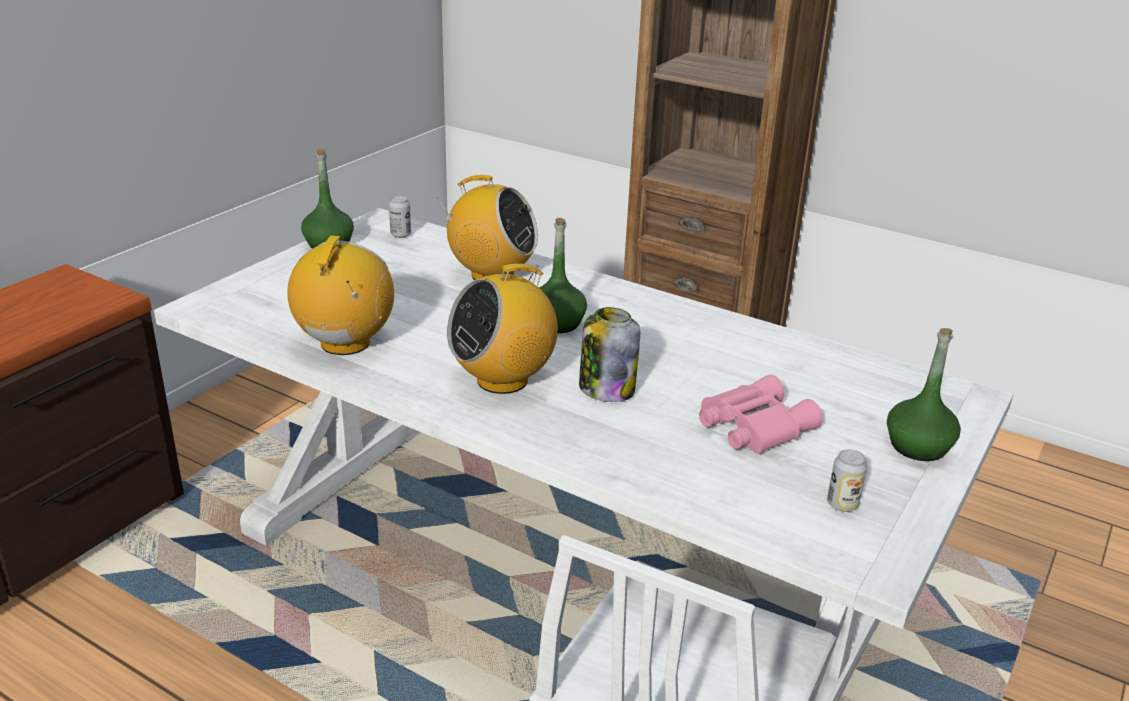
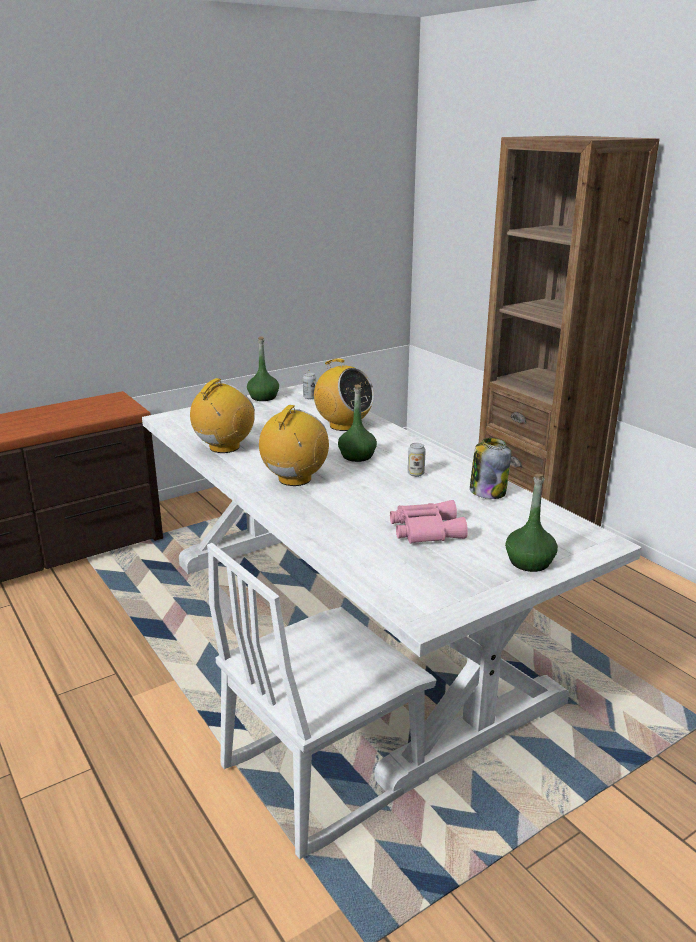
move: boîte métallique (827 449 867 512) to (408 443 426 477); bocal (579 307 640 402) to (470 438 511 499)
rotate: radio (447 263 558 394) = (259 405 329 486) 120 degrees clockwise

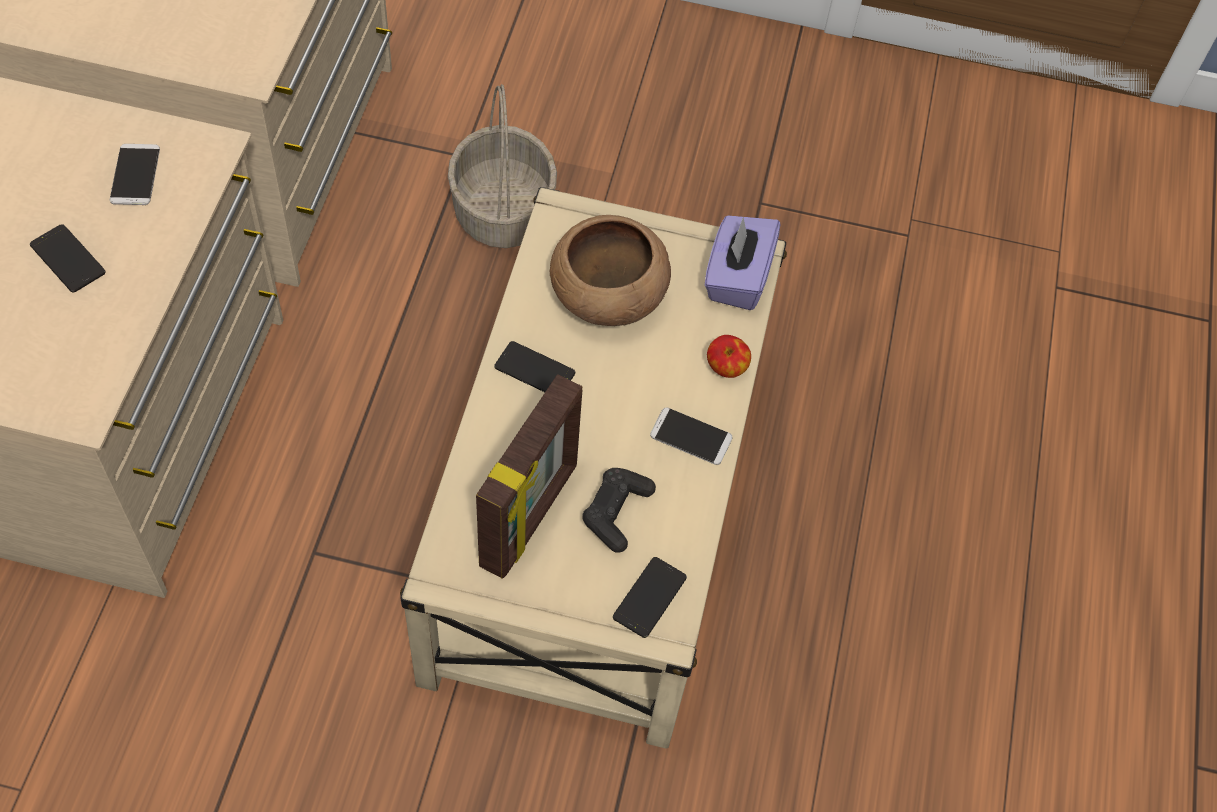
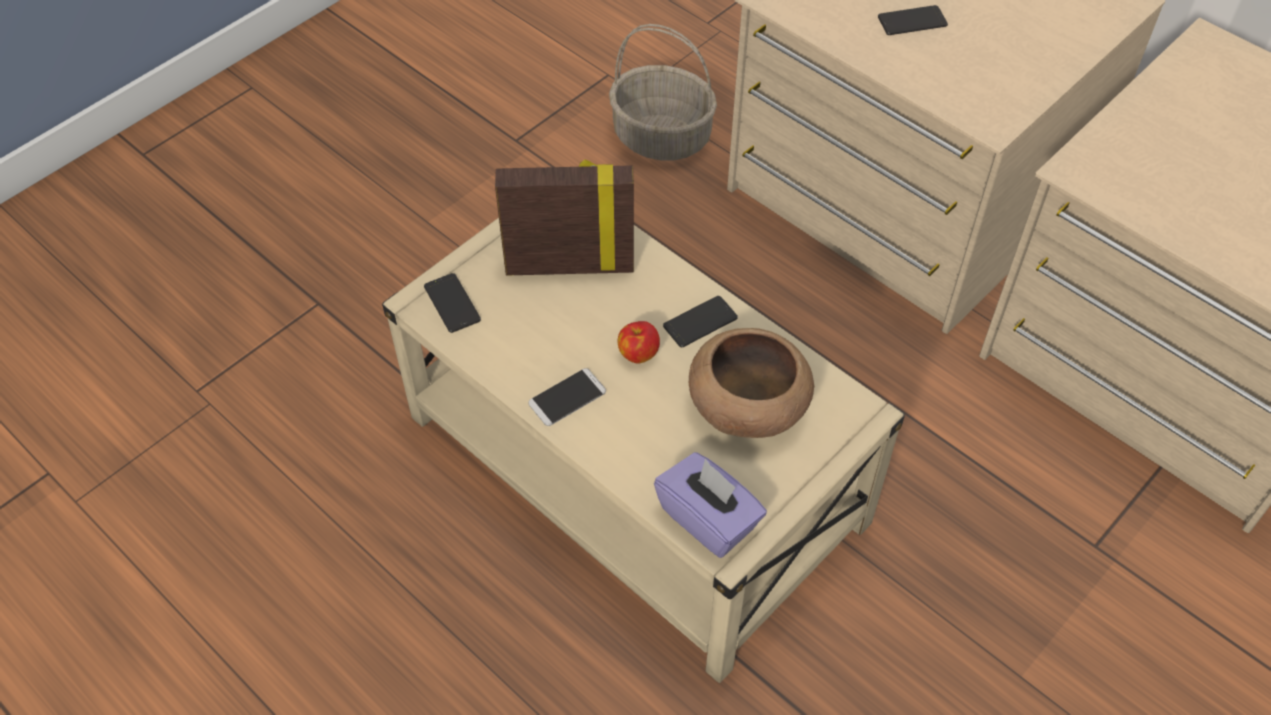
delete: téléphone (110 144 160 205); manette (noir) (582 468 656 553)
move: panier (448 84 557 248) to (609 24 717 160); pomme (707 335 751 378) to (618 321 660 363)
rotate: cadre photo (476 374 582 579) = (495 160 634 275) 120 degrees clockwise

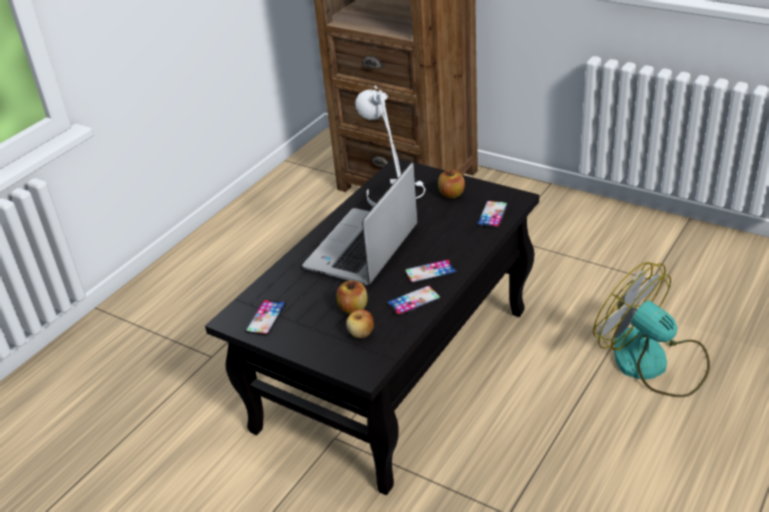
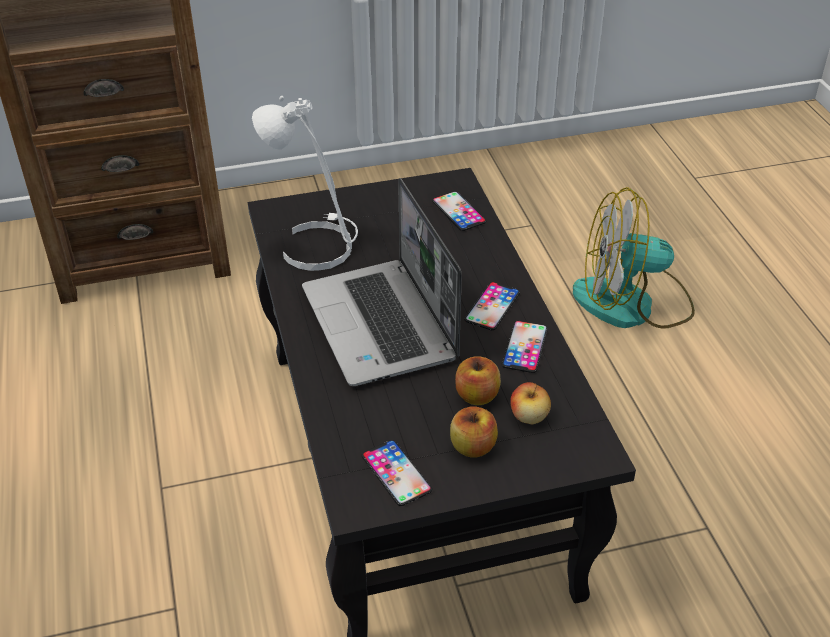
move: pomme (438 170 465 198) to (450 407 498 458)

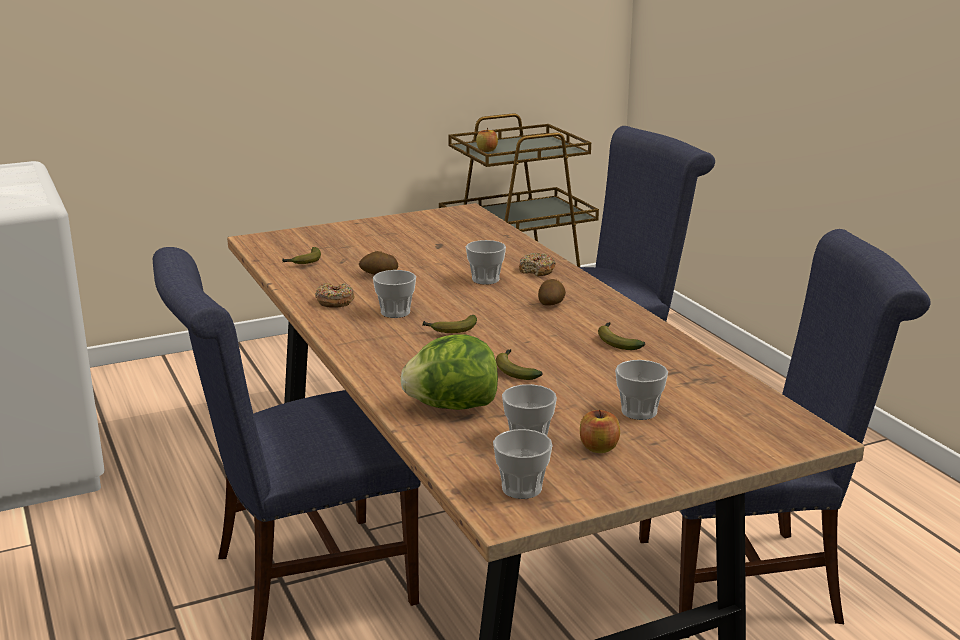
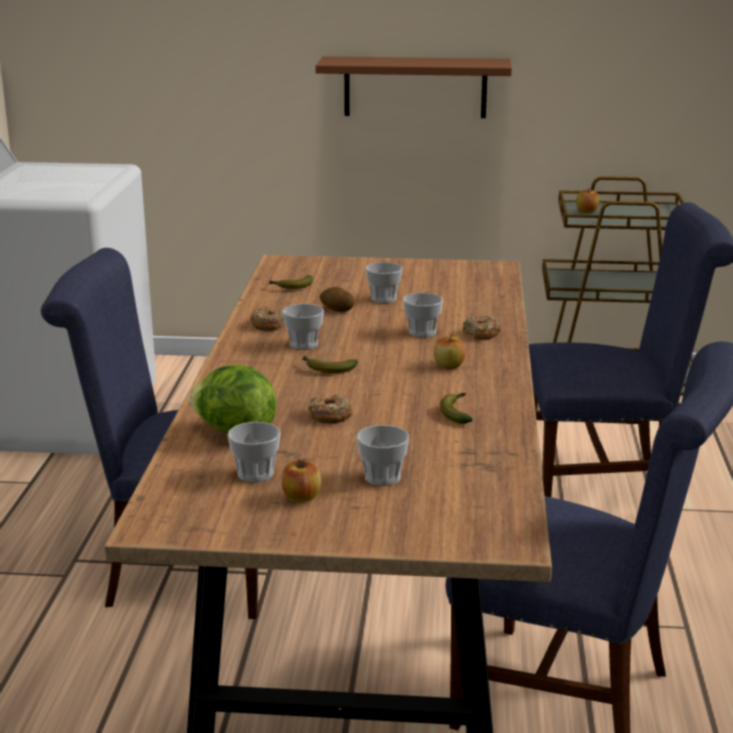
insert: étagère (marron) (315 56 512 118)
move: tasse (493 429 553 499) to (365 262 403 303)
replace: banane (496 349 543 380) to beignet (308 393 352 423); pomme de terre (538 279 566 306) to pomme (434 334 465 369)

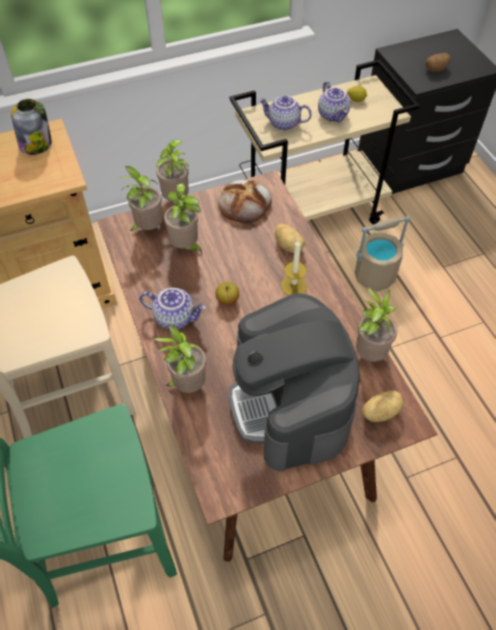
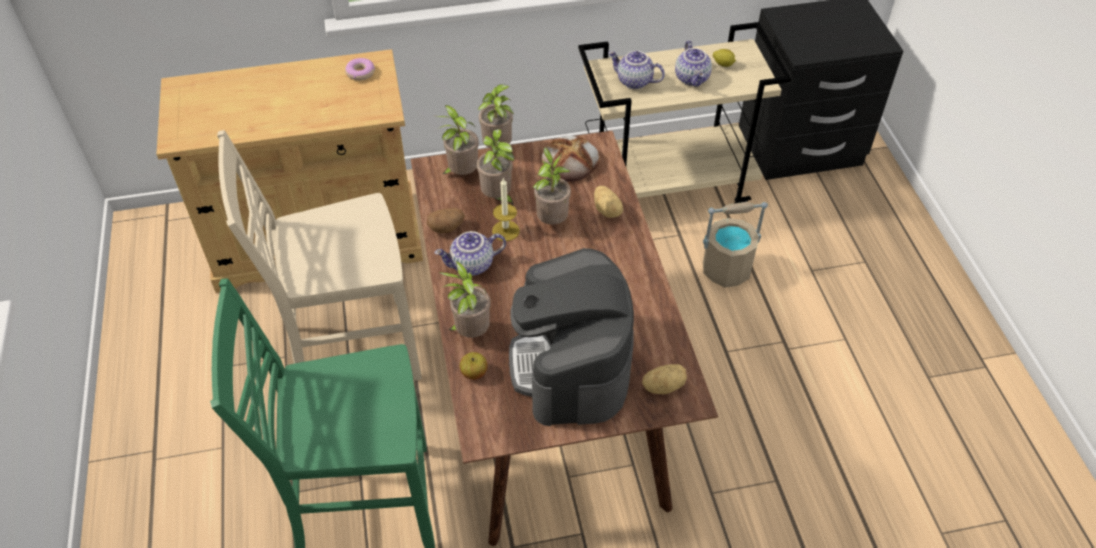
move: pomme de terre (426 53 451 72) to (427 208 465 233); pomme (215 282 239 305) to (460 352 487 380); bougie (281 240 307 296) to (492 178 520 241); plante en pot (356 287 397 362) to (533 147 571 225)
replace: bocal (11 99 52 155) to beignet (345 58 375 81)
rotate: théière (140 288 206 329) = (434 231 506 276) 135 degrees clockwise

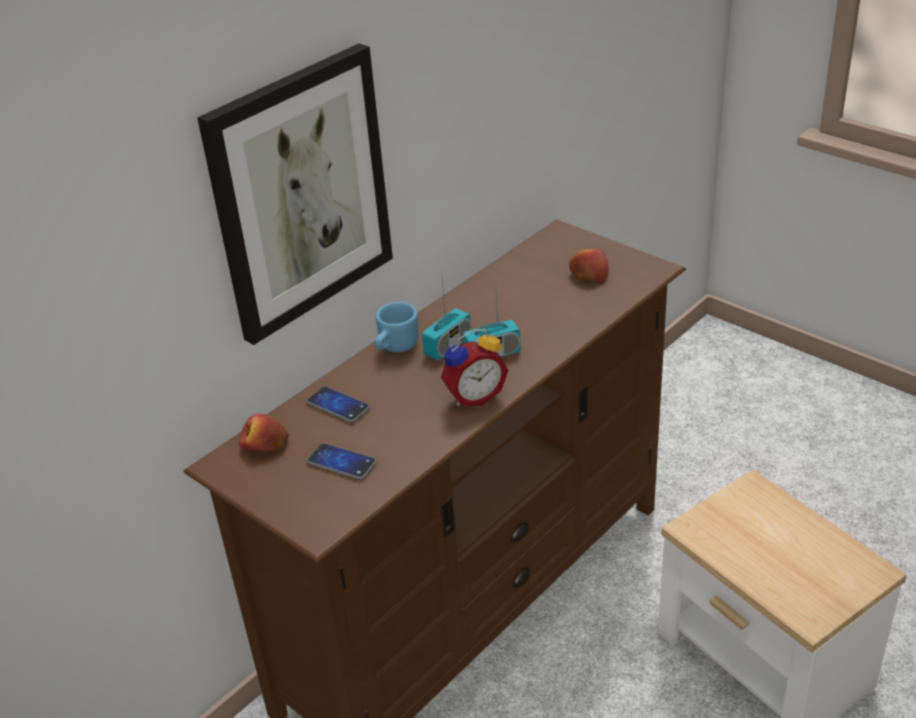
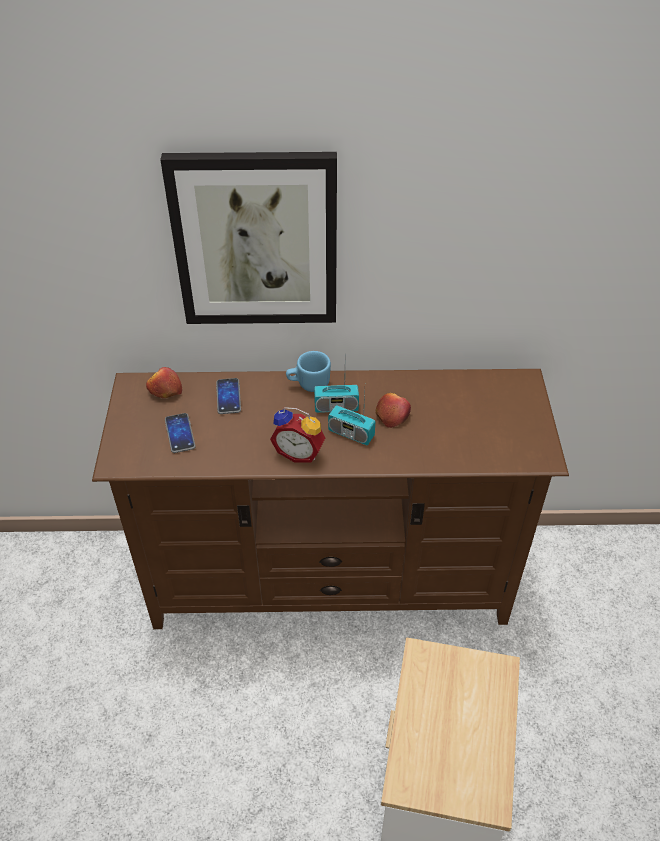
move: pomme (569 249 609 285) to (376 393 411 428)

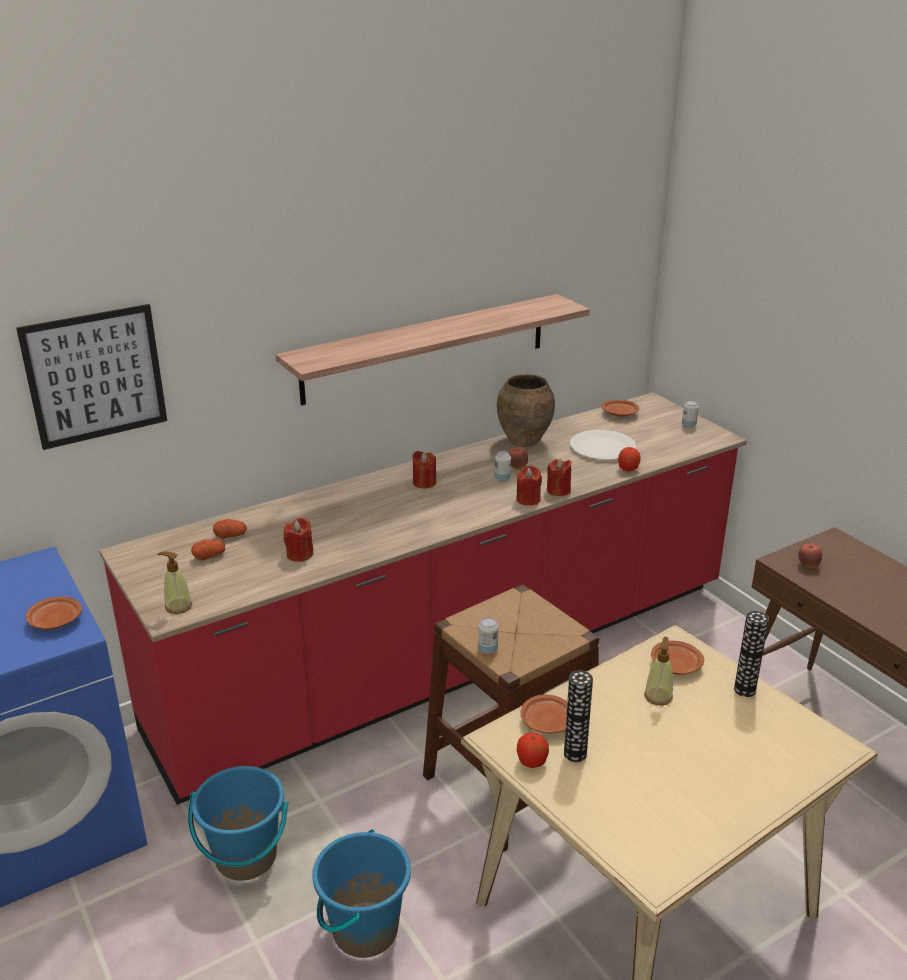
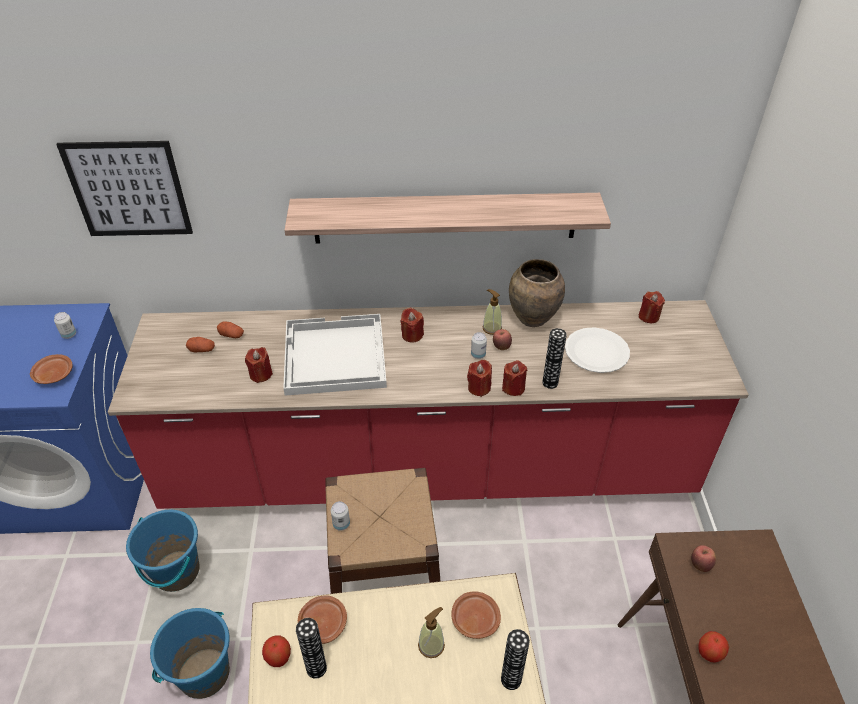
insert: plateau (blanc) (283 314 387 396); vase (542 328 567 389)
move: boîte métallique (682 400 699 428) to (54 312 76 339); distributeur de savon (158 551 192 614) to (483 289 502 335); pomme (618 447 641 471) to (698 631 729 663)
replace: assiette (marron) (602 400 639 417) to bougie (rouge) (639 291 665 323)

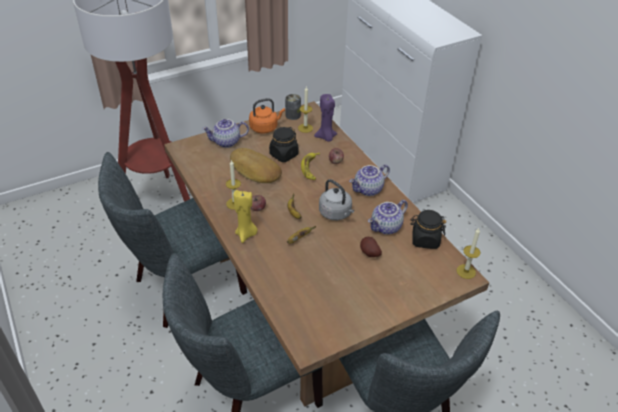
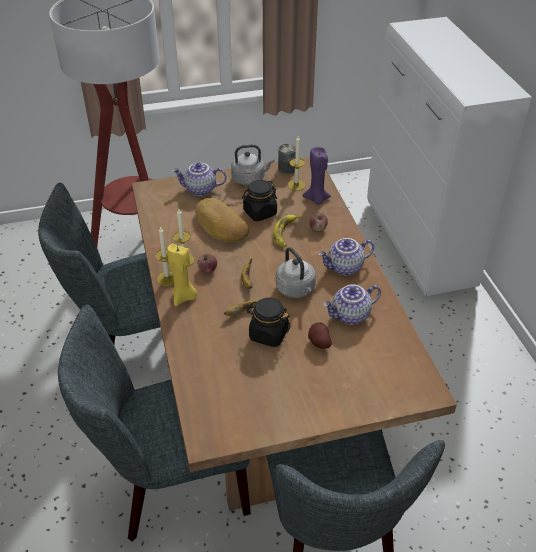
move: bougie (456 228 481 279) to (155 226 174 286); bocal (noir) (411 210 446 249) to (247 298 291 347)
recolor: bouilloire (orange) (249 98 285 134) to bouilloire (gris) (231 144 274 185)

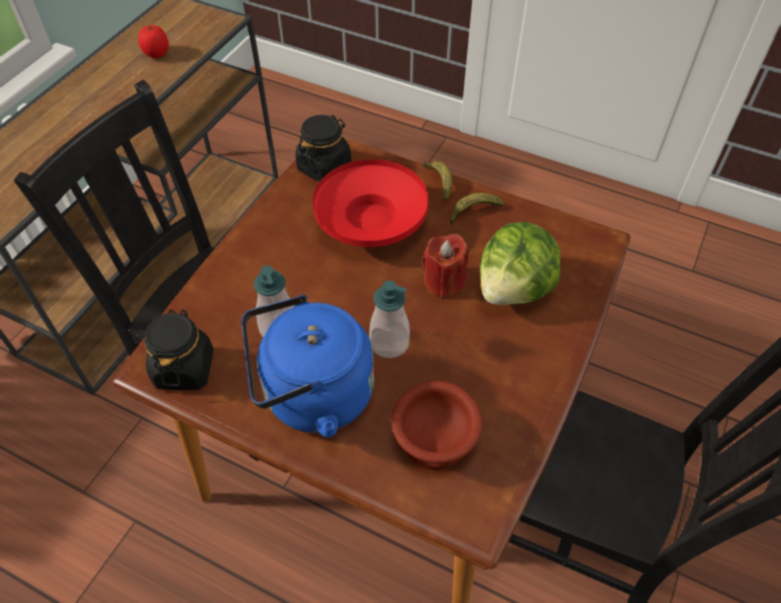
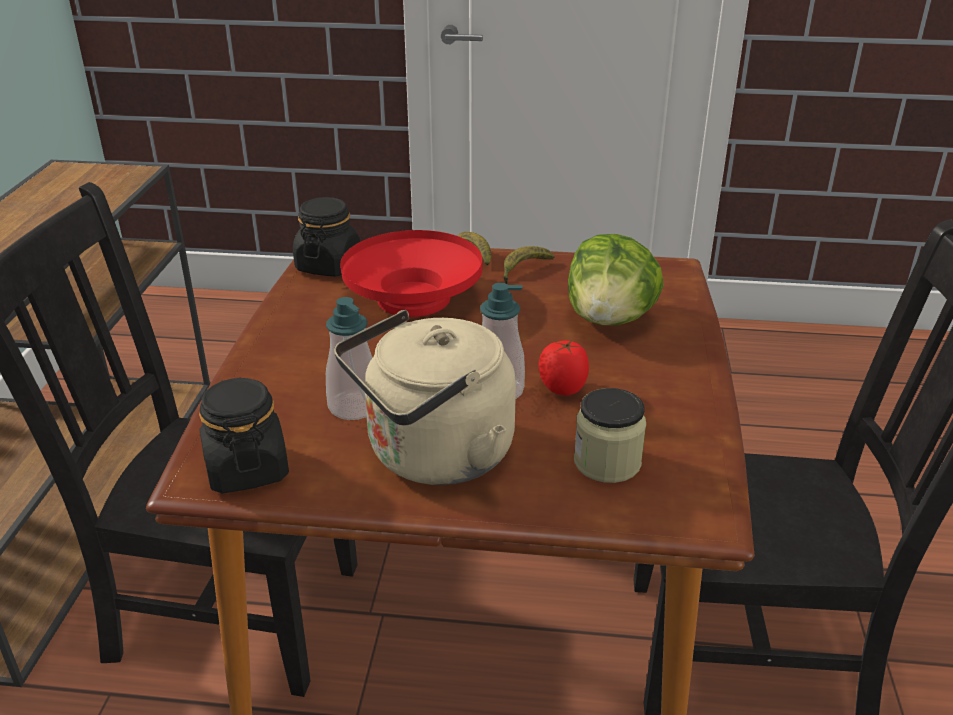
delete: bougie (rouge) (422 234 468 298)
move: tomate (138 25 169 58) to (539 340 589 396)
replace: bol (marron) (391 381 483 470) to bocal (574 388 646 483)
recolor: bouilloire (bleu) (242 295 374 437) to bouilloire (beige) (334 310 516 485)

